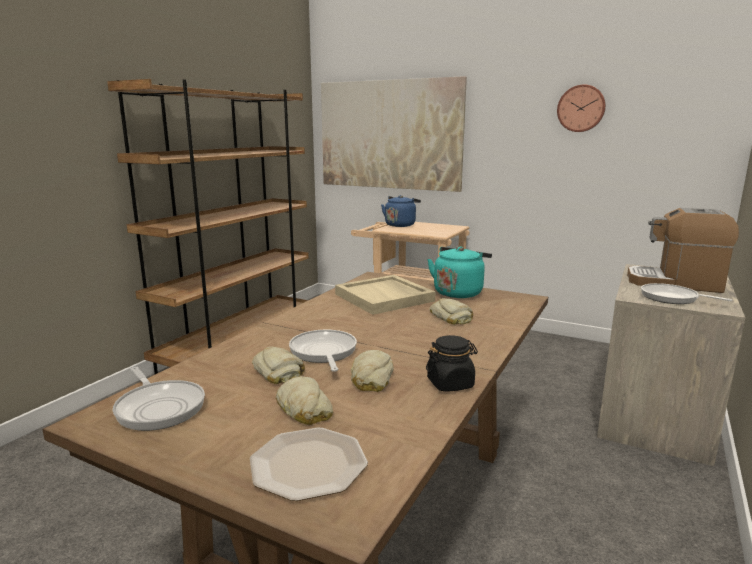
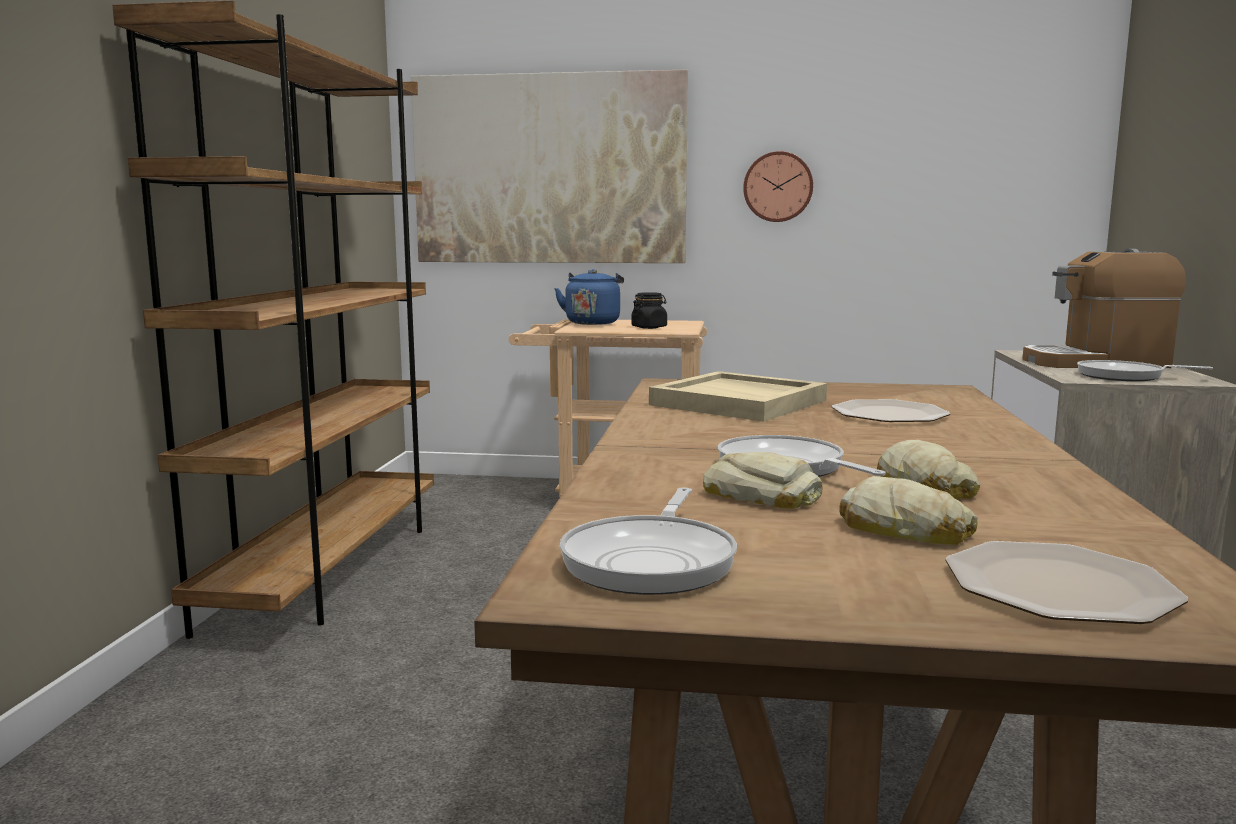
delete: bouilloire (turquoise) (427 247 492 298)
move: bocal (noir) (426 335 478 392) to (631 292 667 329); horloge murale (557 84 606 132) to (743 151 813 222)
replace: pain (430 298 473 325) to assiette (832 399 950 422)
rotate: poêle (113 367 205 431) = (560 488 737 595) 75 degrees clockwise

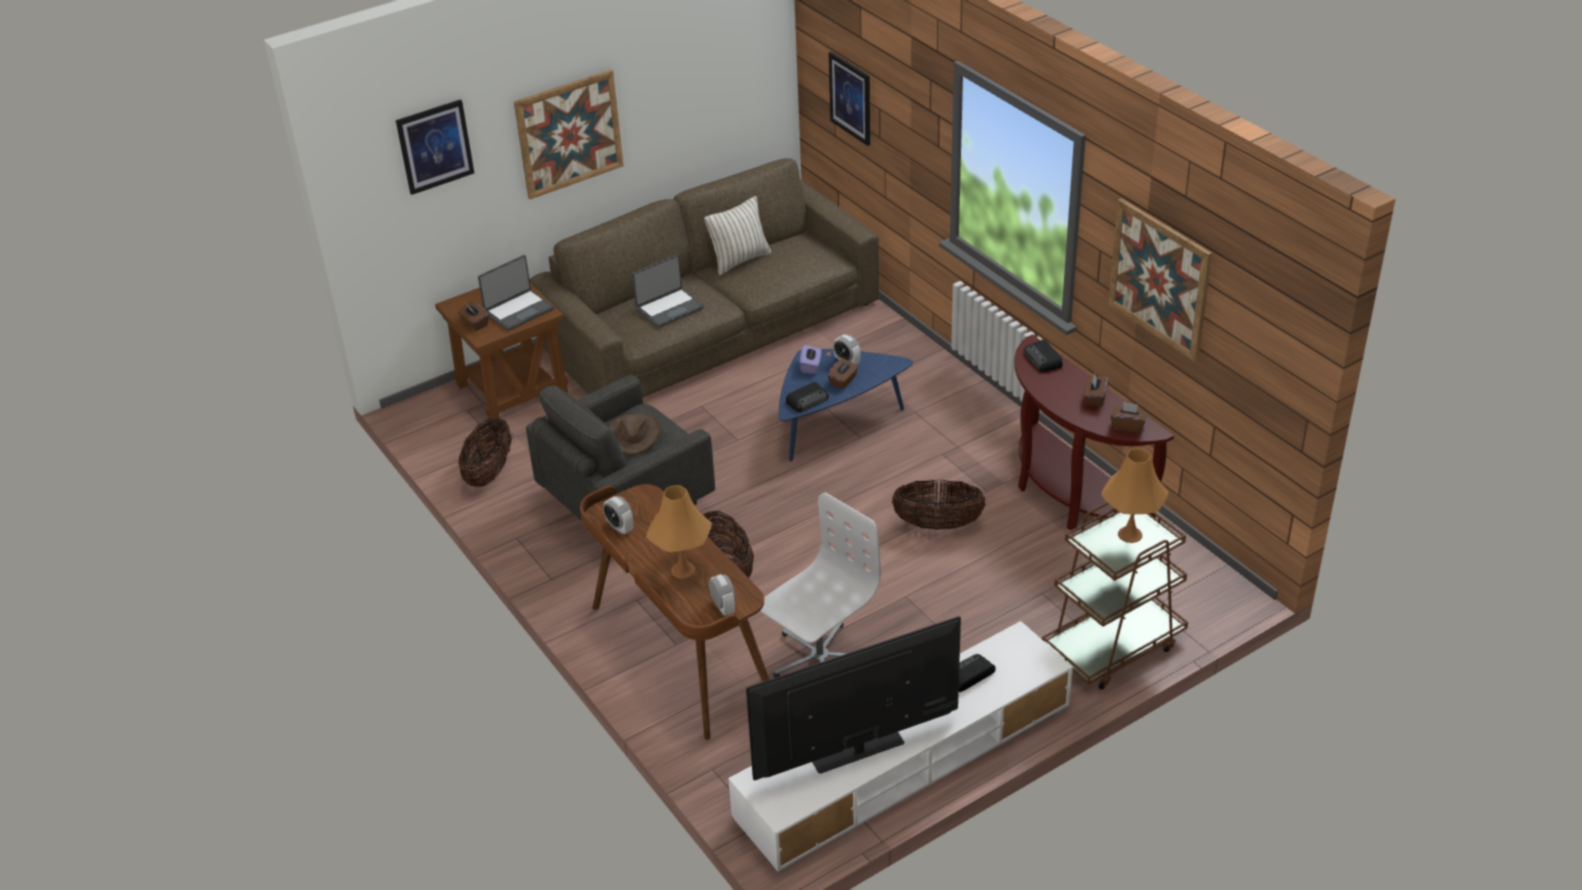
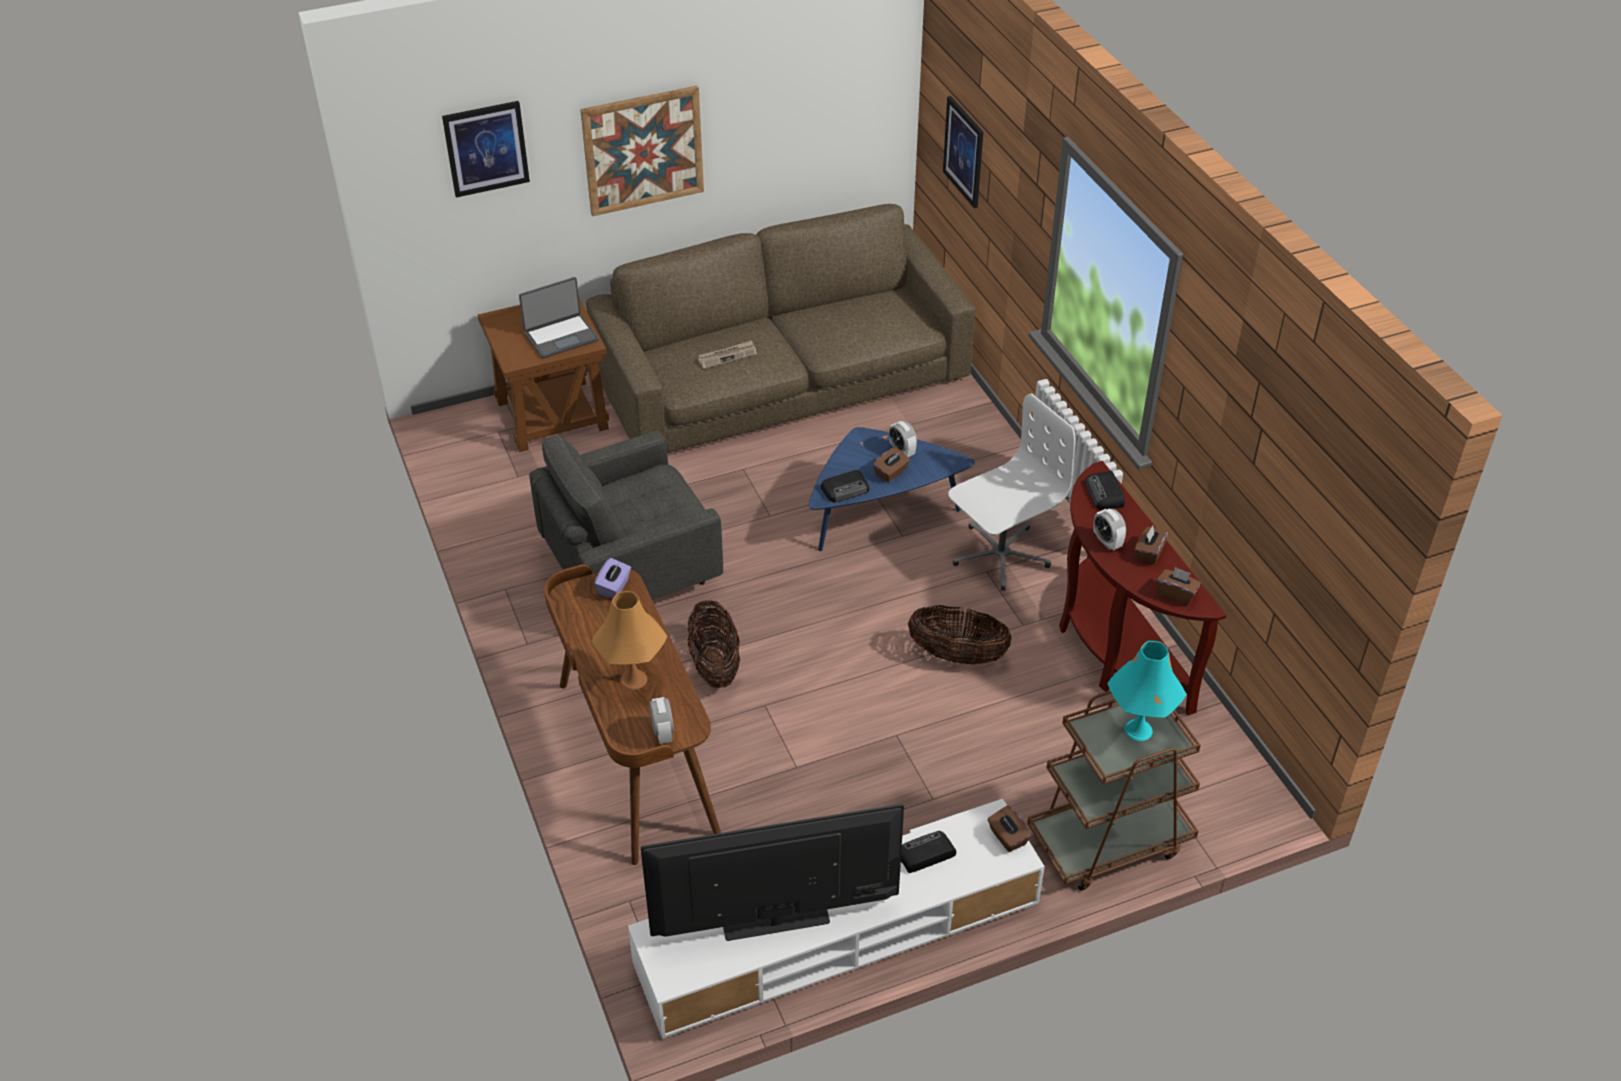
delete: panier (458 417 512 487); chapeau (marron) (609 414 661 455); coussin (704 196 771 275); tableau (1108 198 1212 362)
move: boîte à mouchoirs (violet) (800 345 821 374) to (594 558 631 598); chaise de bureau (blanc) (760 492 881 678) to (948 393 1076 591); boîte à mouchoirs (marron) (458 301 489 331) to (987 805 1031 852); réveil (603 496 633 535) to (1093 509 1126 550)
replace: ordinateur portable (632 254 704 328) to journal (698 340 757 369)
recolor: lampe de table (orange) (1101 449 1169 543) to lampe de table (turquoise) (1107 641 1187 741)

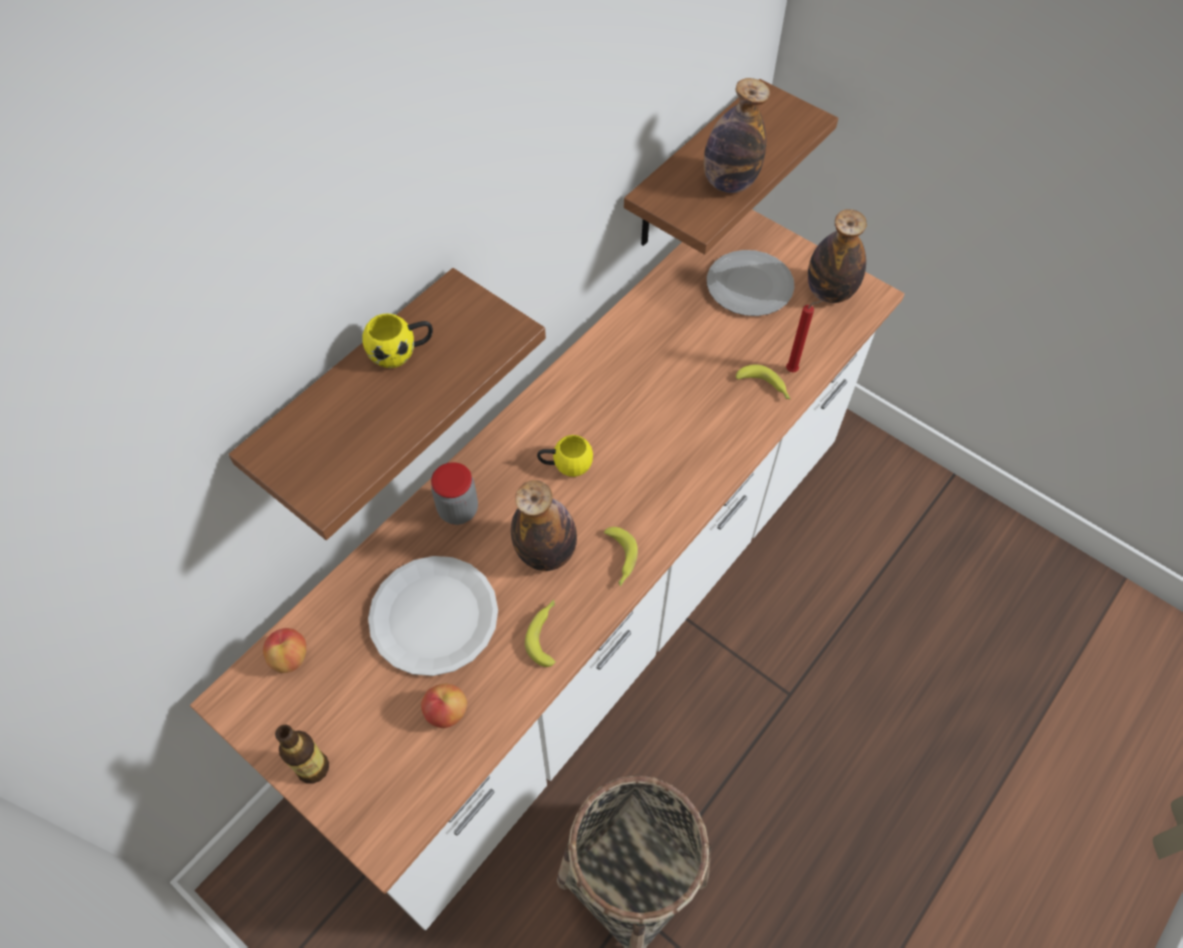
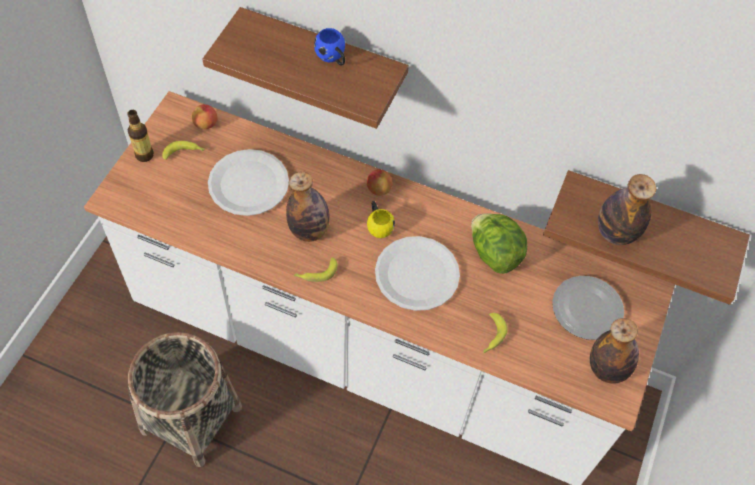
delete: bocal (431 462 478 525); bougie (rouge) (786 301 822 372)
insert: assiette (blanc) (375 236 460 311); laitue (471 213 527 274)
move: banane (525 599 556 667) to (162 141 205 160); pomme (421 684 467 728) to (367 169 393 195)
recolor: mug (jaune) (362 313 433 368) to mug (bleu) (314 28 345 66)

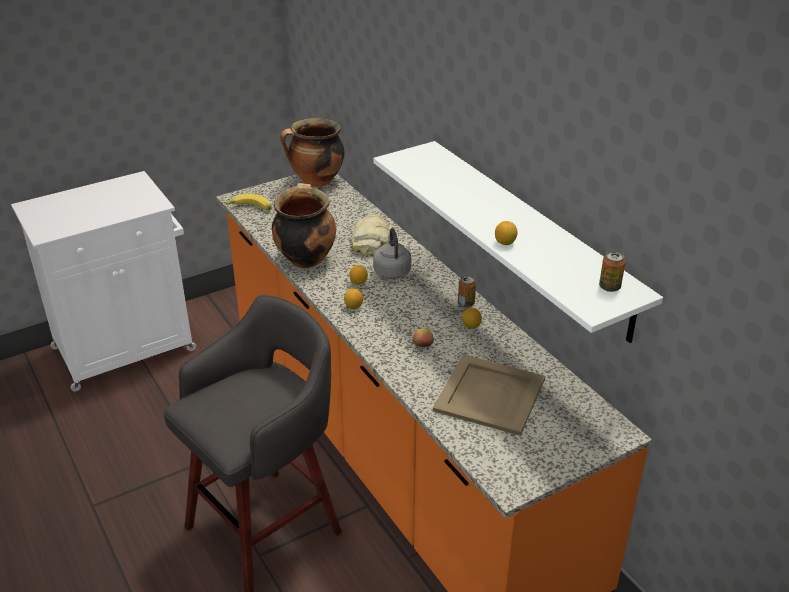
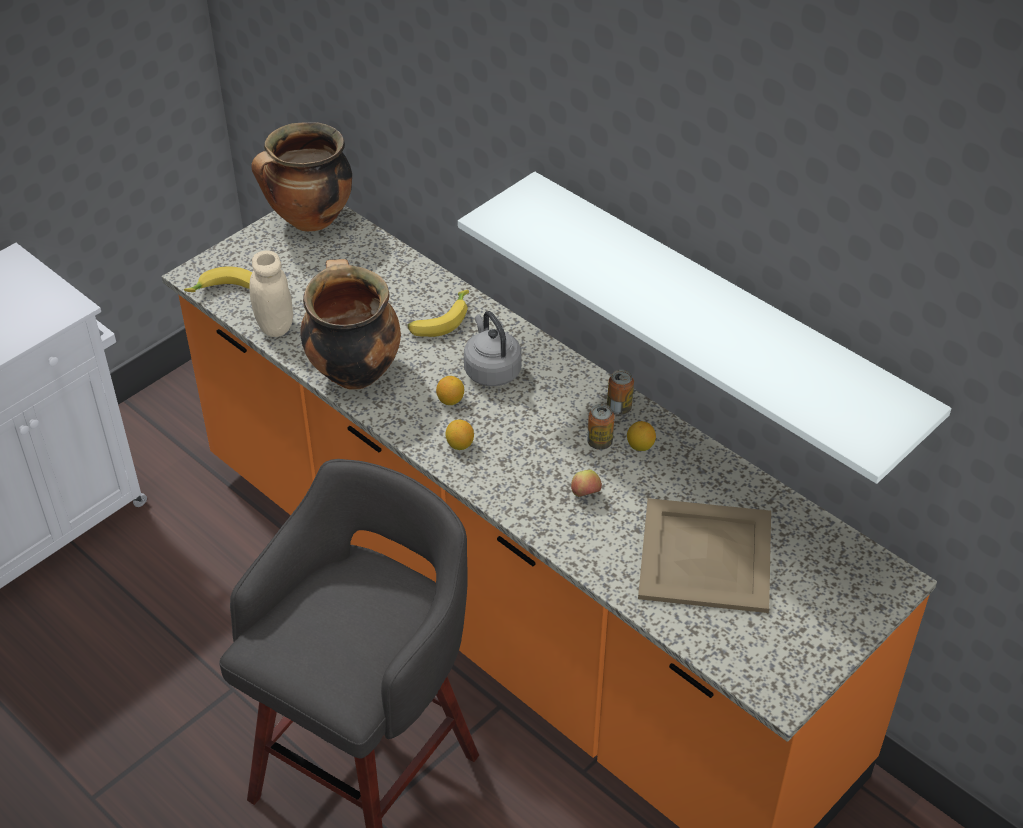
delete: citron (495 221 518 245)
insert: bocal (beige) (249 250 293 337)
move: boîte métallique (599 251 626 292) to (587 404 615 450)
replace: pain (351 214 390 255) to banane (408 290 469 337)

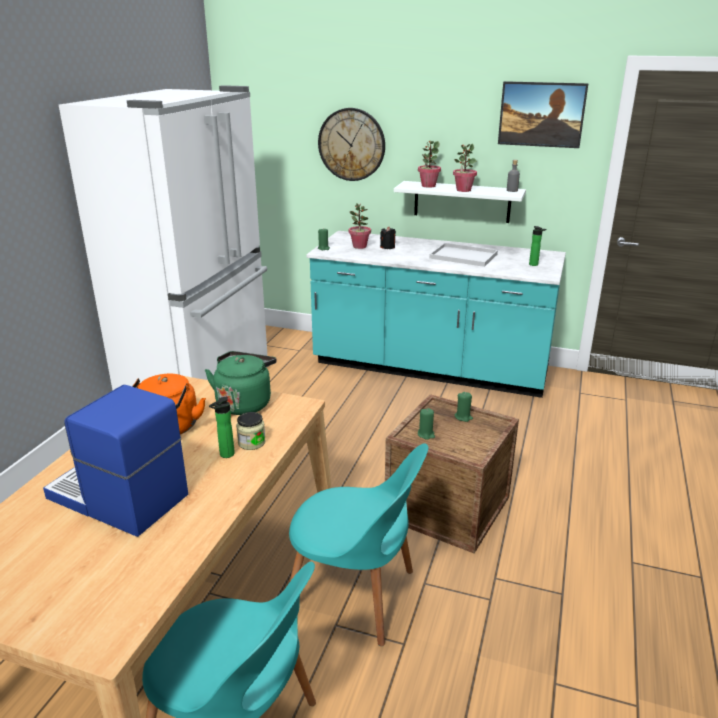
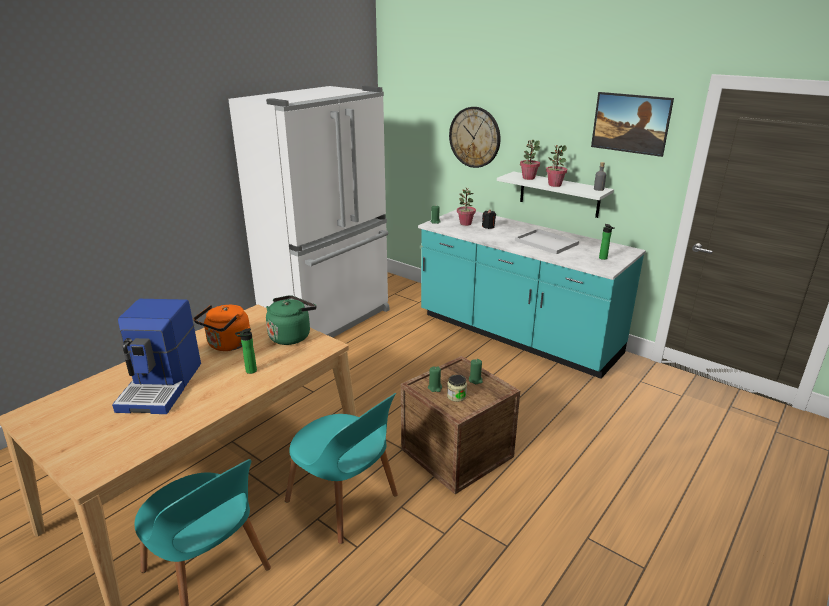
move: bocal (236 412 266 450) to (447 375 467 402)
rotate: machine à café (43 385 188 537) = (112 299 201 414) 135 degrees counterclockwise

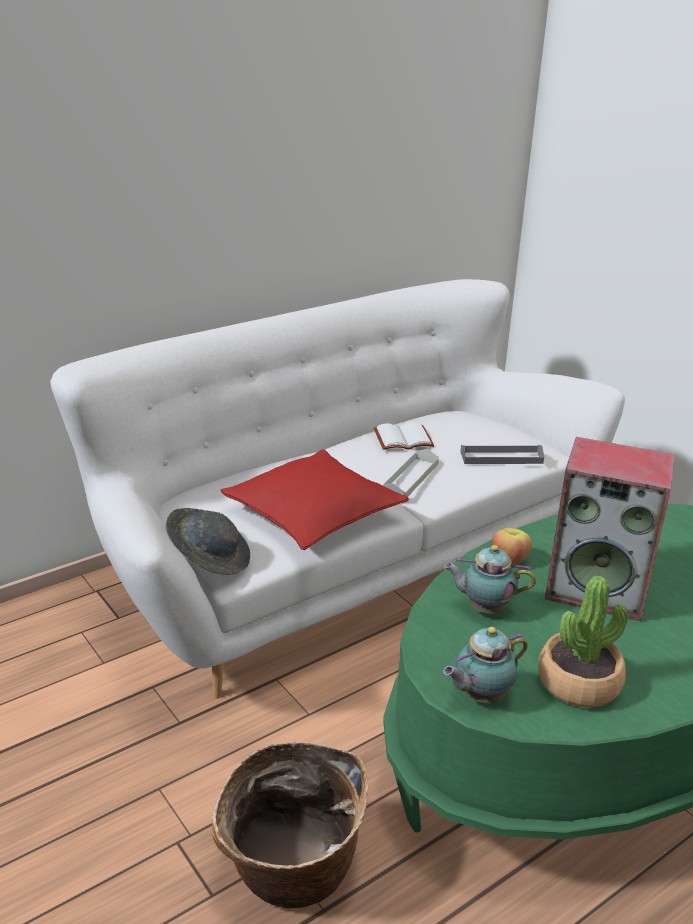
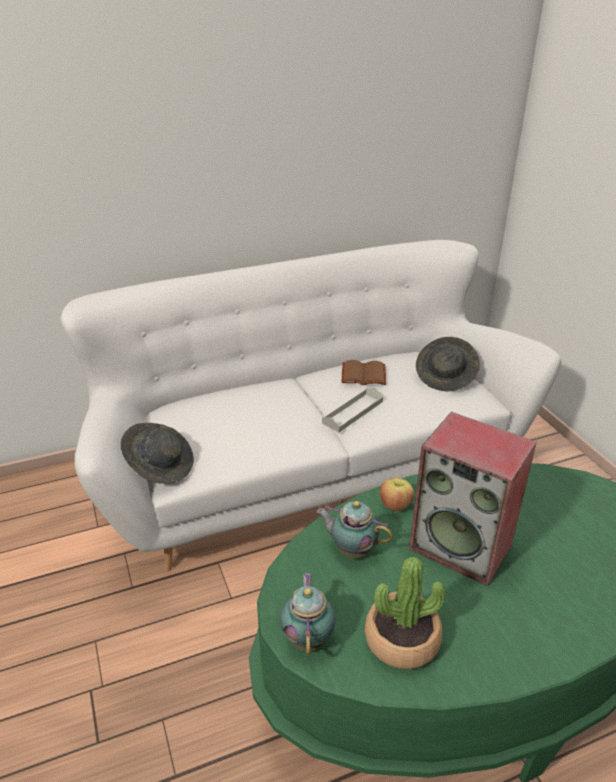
delete: panier (212 742 368 908); coussin (rouge) (220 449 409 550); plateau (gris) (461 445 544 464)
insert: chapeau (gris) (416 337 480 392)
recolor: livre (blanc) (374 422 434 450) to livre (marron) (342 360 386 385)
rotate: théière (443 627 528 703) = (280 573 335 656) 105 degrees clockwise

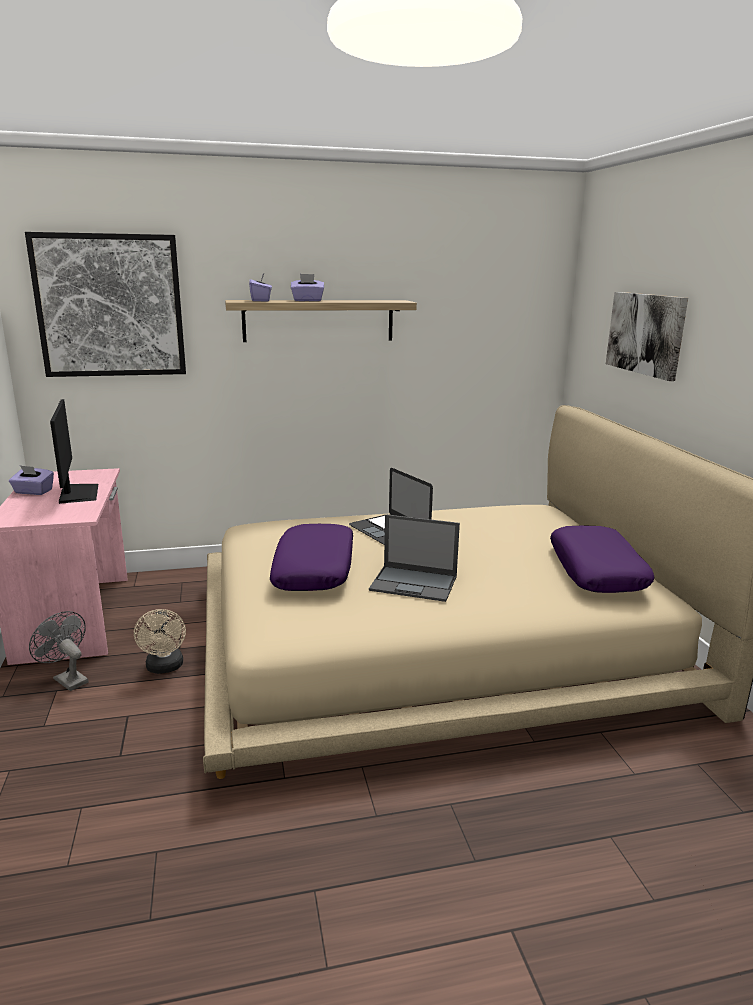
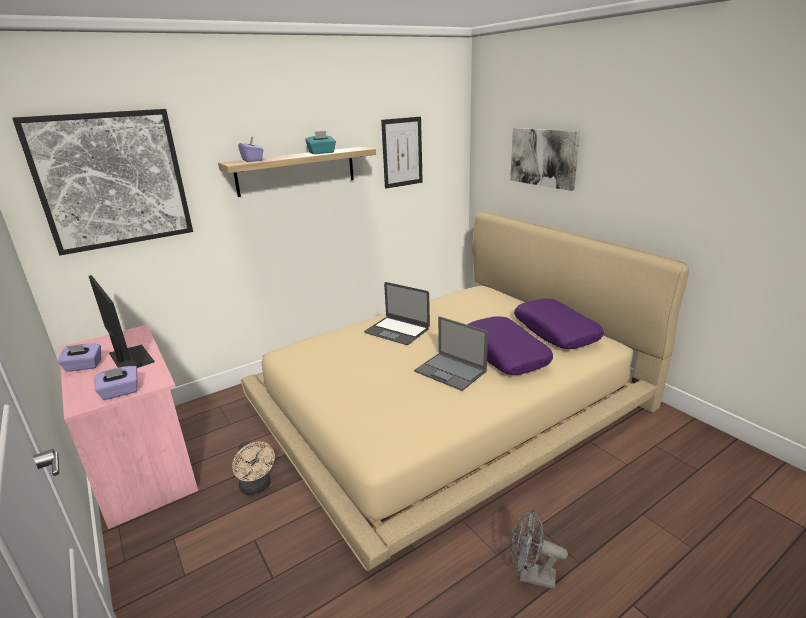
insert: boîte à mouchoirs (turquoise) (305 131 336 154); tableau (381 117 423 189)
move: boîte à mouchoirs (violet) (291 274 324 301) to (94 366 137 400); coussin (violet) (270 524 353 591) to (467 316 553 375); ventilateur (gris) (29 611 88 691) to (510 510 568 589)
rotate: ordinateur portable (369 514 460 602) = (414 316 488 391) 45 degrees clockwise

